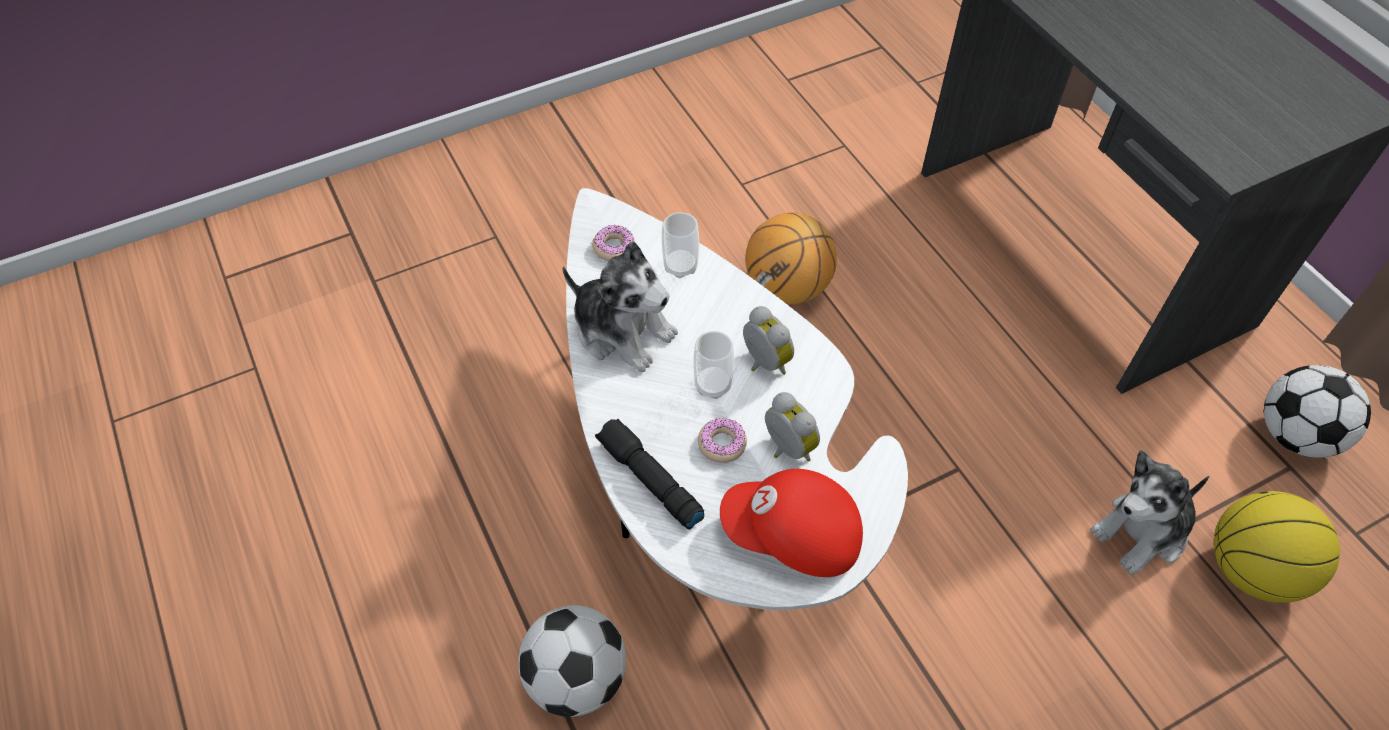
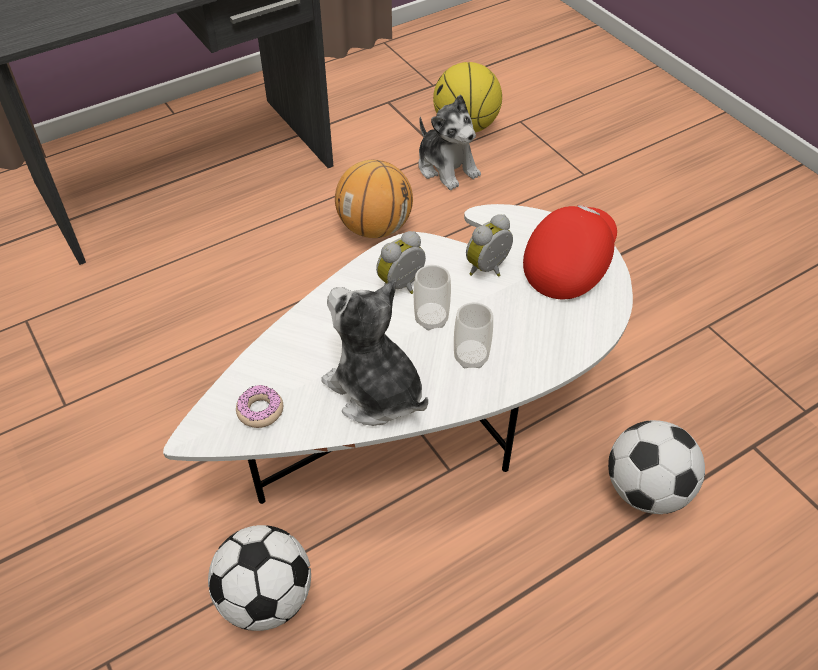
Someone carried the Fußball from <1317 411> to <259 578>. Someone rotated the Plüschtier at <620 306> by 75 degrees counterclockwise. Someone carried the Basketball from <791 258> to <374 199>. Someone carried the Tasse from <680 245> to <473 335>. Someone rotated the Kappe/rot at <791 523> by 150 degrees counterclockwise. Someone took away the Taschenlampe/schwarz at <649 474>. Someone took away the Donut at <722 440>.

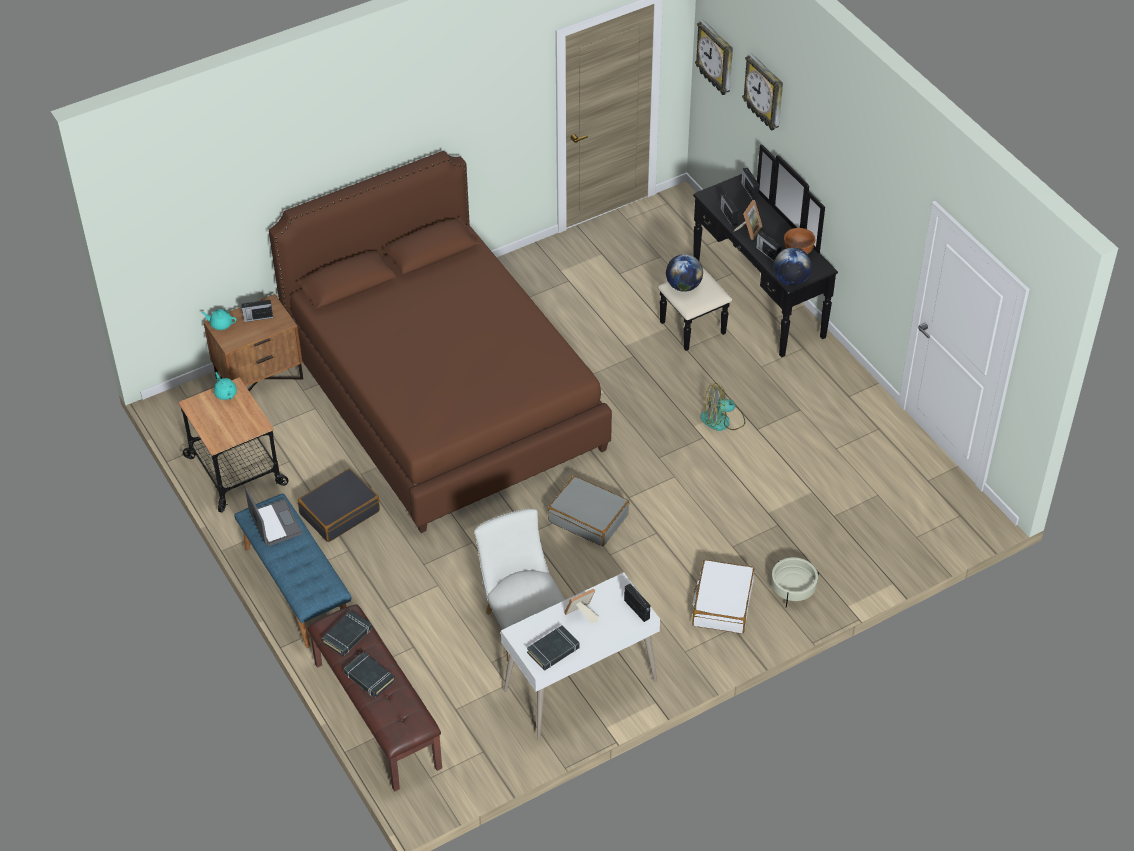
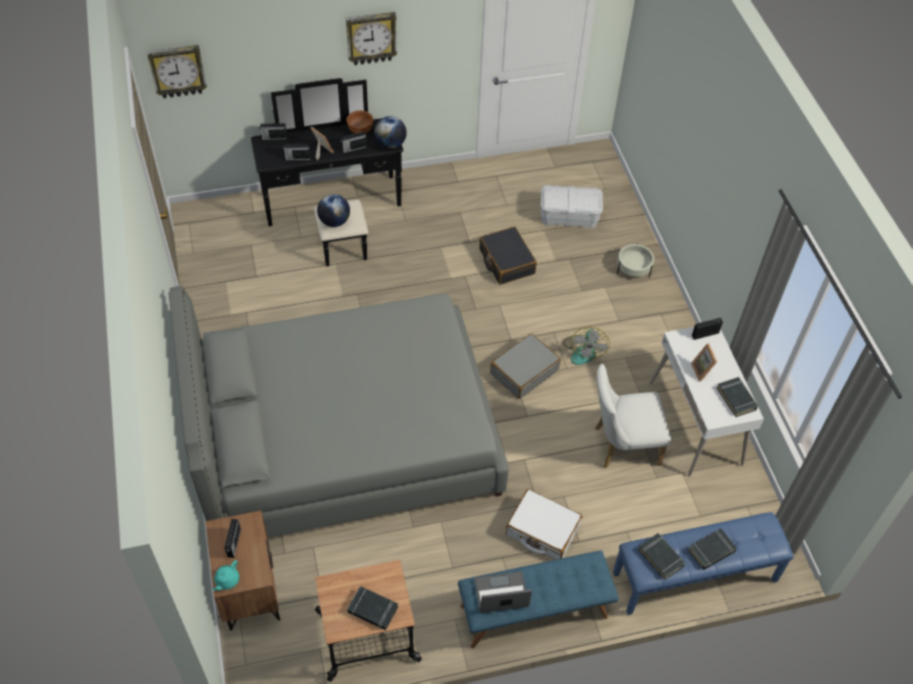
Someone repainted the Bett/braun at <440 342>, which became the Bett/grau at <339 411>. Someone carried the Wanduhr from <762 92> to <371 38>. Someone put down the Buch/schwarz at <372 608>. Someone carried the Koffer/schwarz from <339 505> to <508 256>. Someone carried the Koffer/weiß from <723 597> to <544 524>. Someone put down the Aufbewahrungsbox/weiß at <572 206>. Someone carried the Ventilator from <722 407> to <586 346>. Someone repainted the Bank/braun at <374 698>, which became the Bank/blau at <703 563>. Someone took away the Teekanne/türkis at <225 386>.

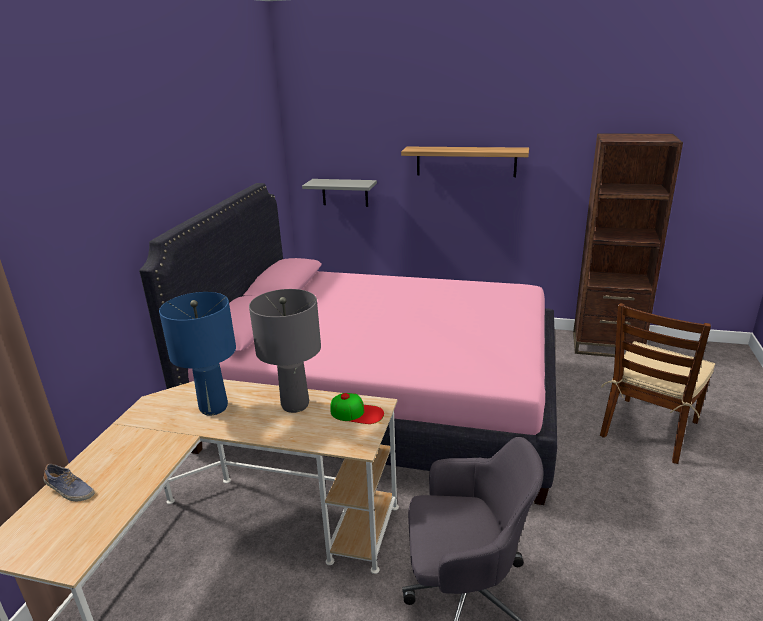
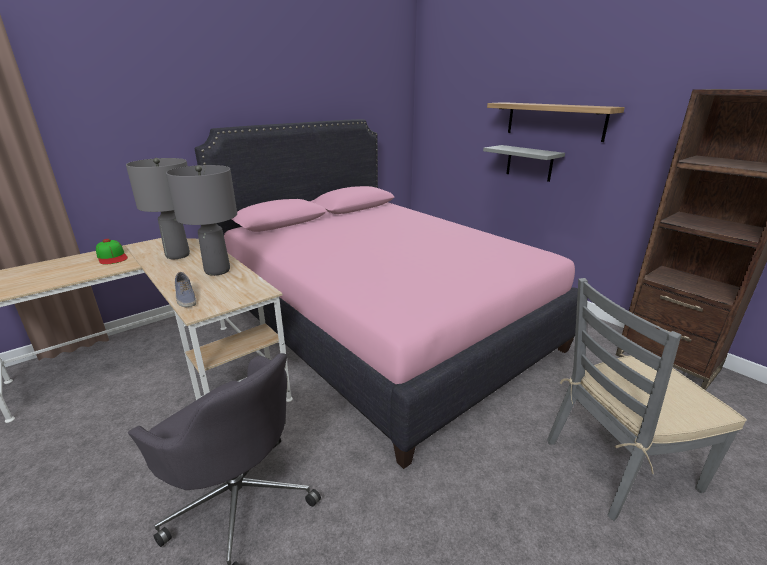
Someone carried the Kappe from <357 408> to <112 251>. Someone repainted the Tischlampe/blau at <197 354>, which became the Tischlampe/grau at <158 208>. Someone carried the Schuh from <69 482> to <185 289>. Someone carried the Wandregal/grau from <339 193> to <524 163>. Someone repainted the Stuhl/braun at <657 383>, which became the Stuhl/grau at <647 399>.

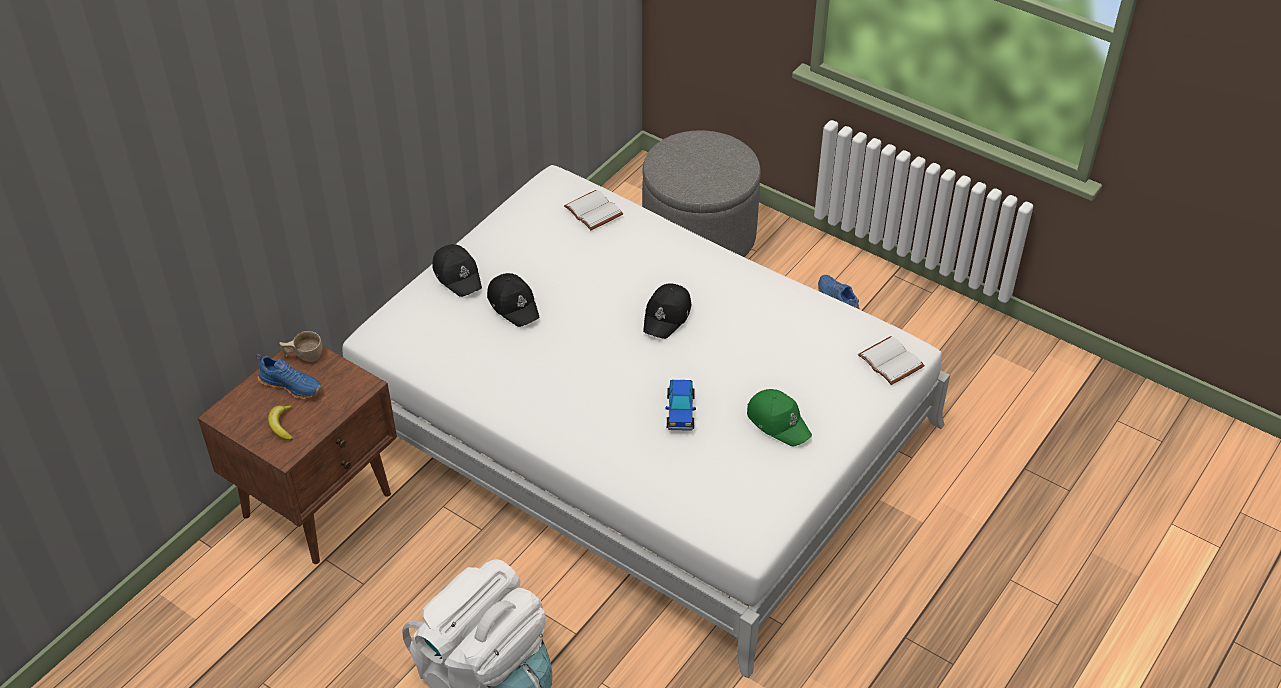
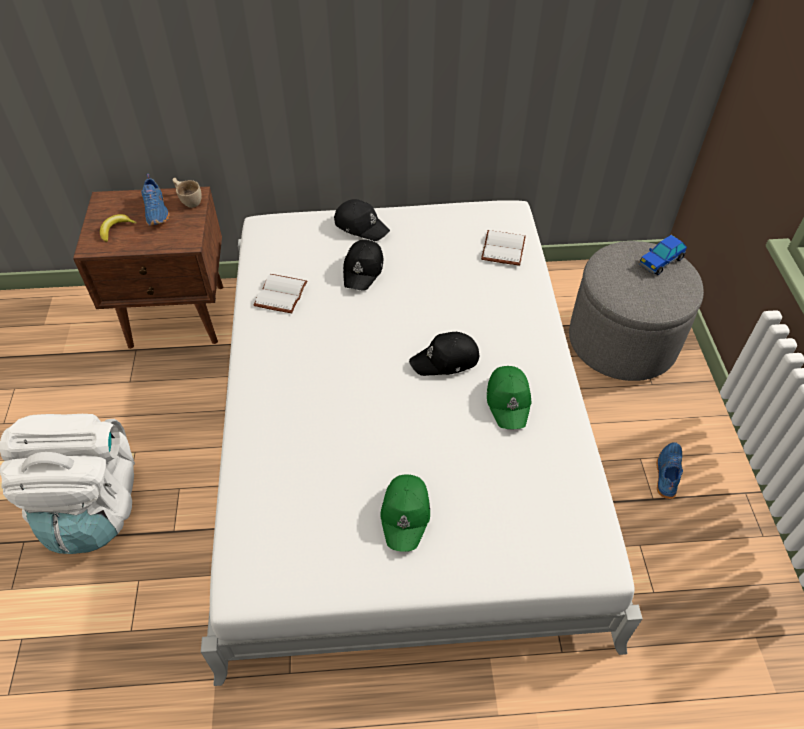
Someone carried the Buch/weiß from <891 360> to <281 293>. Someone rotated the Kappe/schwarz at <457 270> by 75 degrees counterclockwise. Someone put down the Kappe/grün at <509 397>. Someone carried the Spielzeugauto from <680 405> to <662 255>.

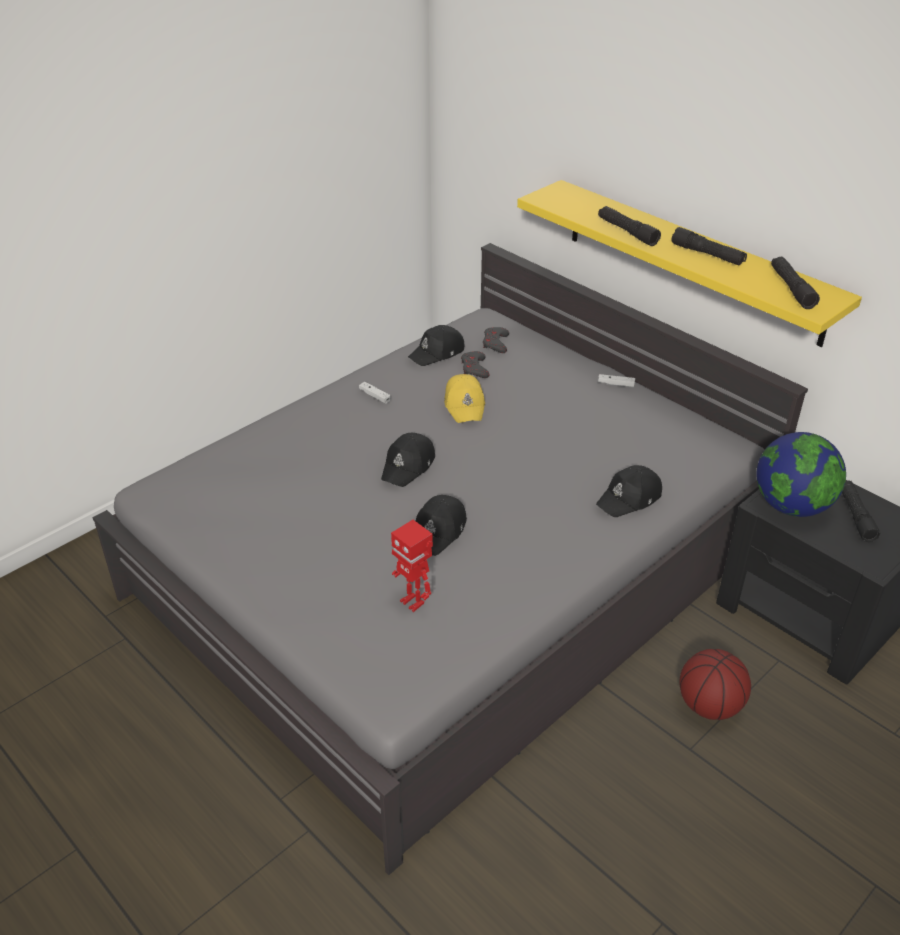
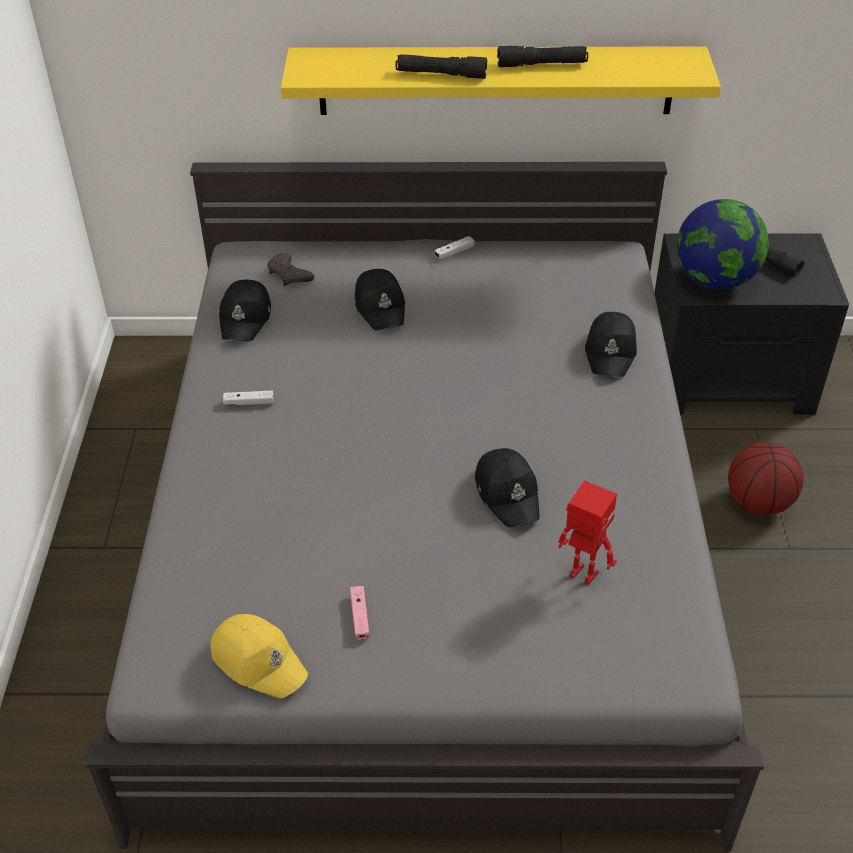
Someone carried the Kappe/gelb from <464 398> to <259 656>. Someone put down the Gamepad/rosa at <359 613>. Someone carried the Kappe/schwarz from <408 460> to <380 299>. Someone rotated the Spielzeugroboter at <412 566> by 150 degrees counterclockwise. Someone took away the Gamepad/grau at <475 364>. Someone took away the Taschenlampe/schwarz at <795 283>.

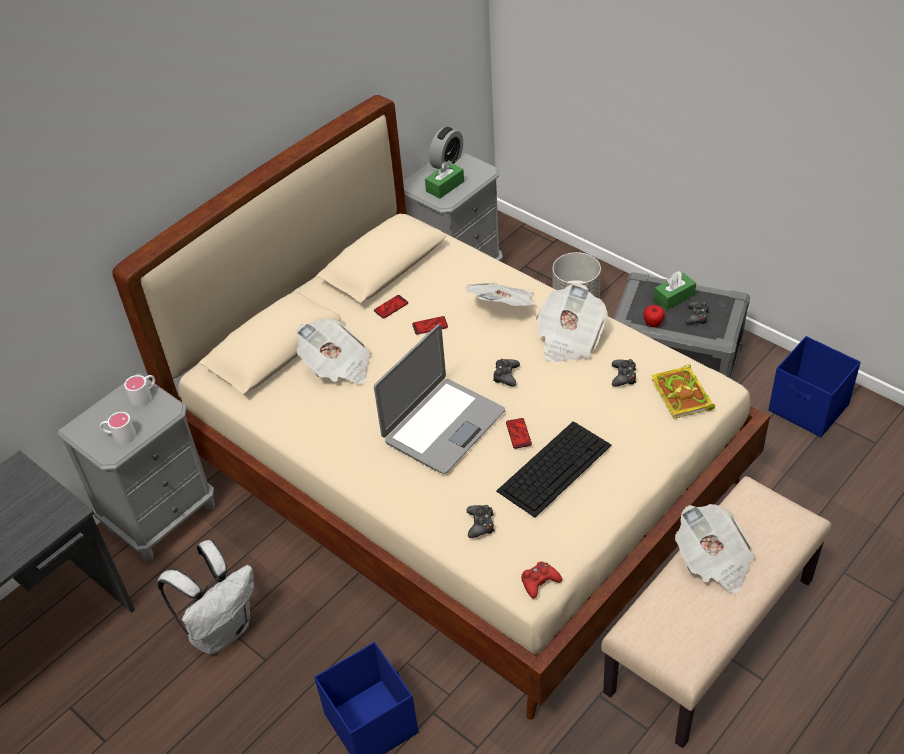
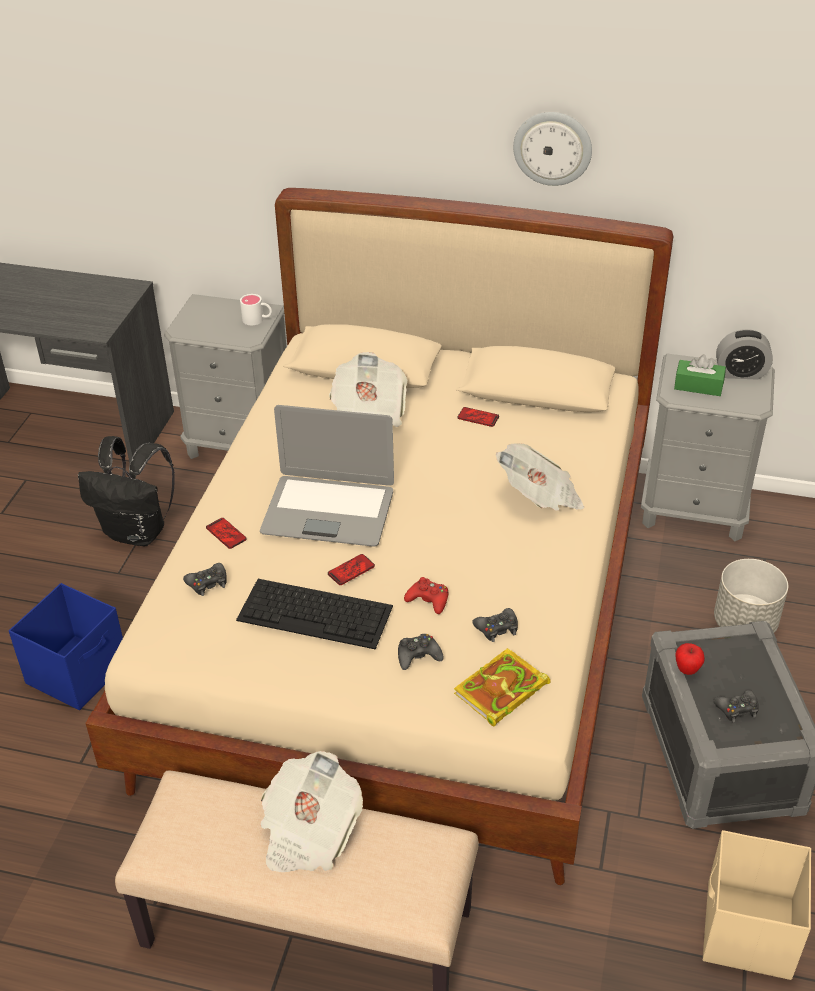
Someone repainted the Rucksack/weiß at <205 597>, which became the Rucksack/schwarz at <126 491>. Someone carried the Handy from <430 325> to <226 533>. Someone carried the Gamepad/schwarz from <506 373> to <421 652>. Someone carried the Gamepad/rot from <541 580> to <426 595>. Someone put up the Wanduhr at <552 149>. Someone repainted the Aufbewahrungsbox/blau at <815 386>, which became the Aufbewahrungsbox/beige at <757 905>. Someone took away the Henkelbecher/weiß at <118 428>. Someone took away the Zeitung at <572 323>. Someone took away the Taschentuchbox/grün at <675 290>.

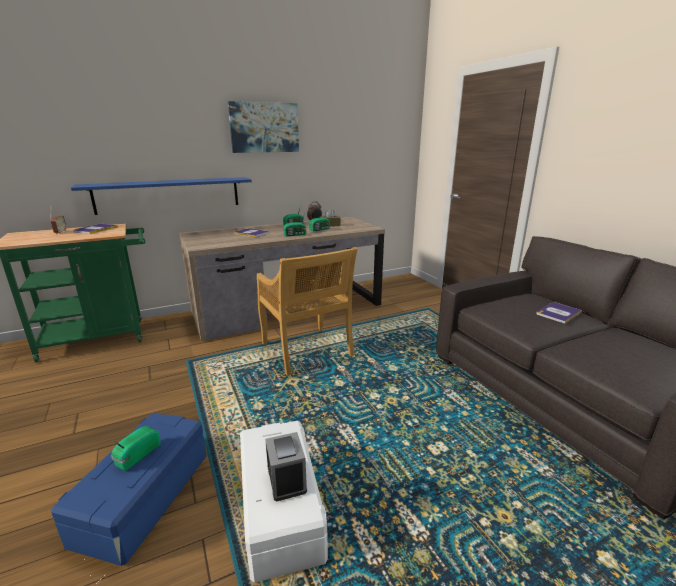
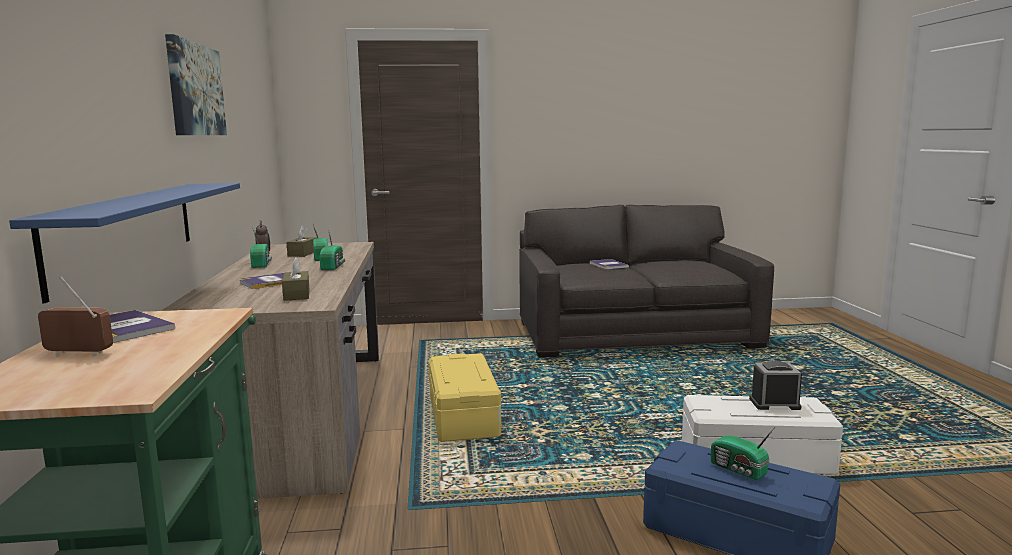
Someone put down the Taschentuchbox/braun at <295 279>. Someone swapped the Stuhl/beige at <307 311> for the Aufbewahrungsbox/gelb at <465 397>.

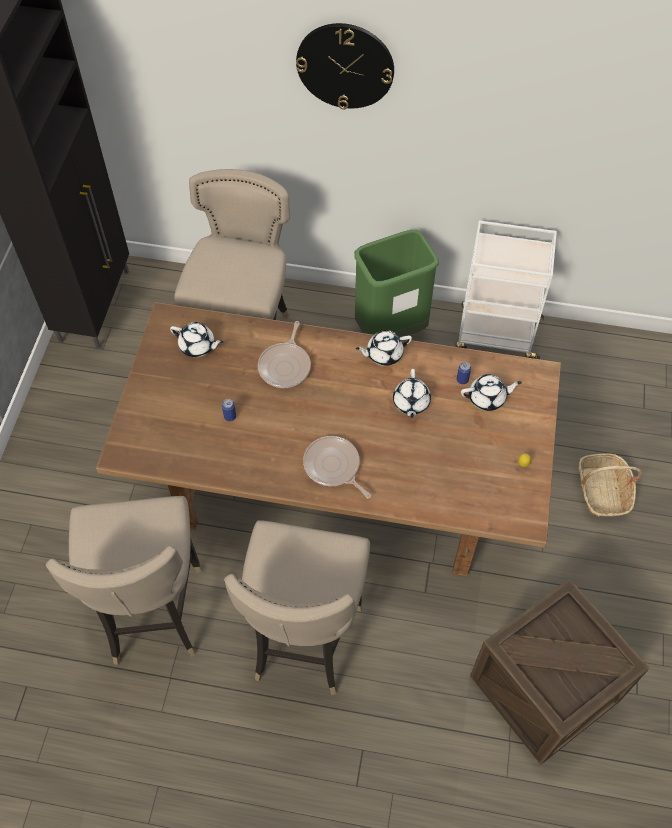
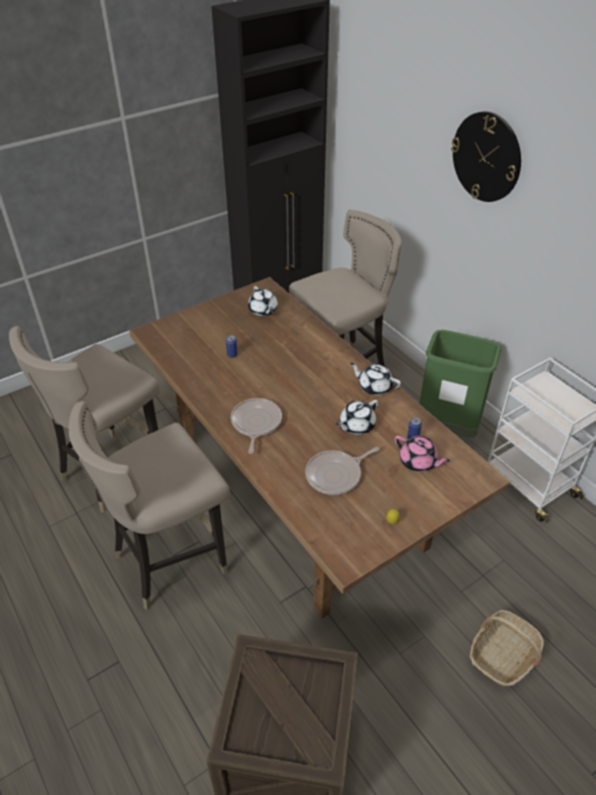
Someone carried the Pfanne from <284 354> to <342 471>. Someone repainted the Teekanne/weiß at <491 392>, which became the Teekanne/rosa at <422 454>.

